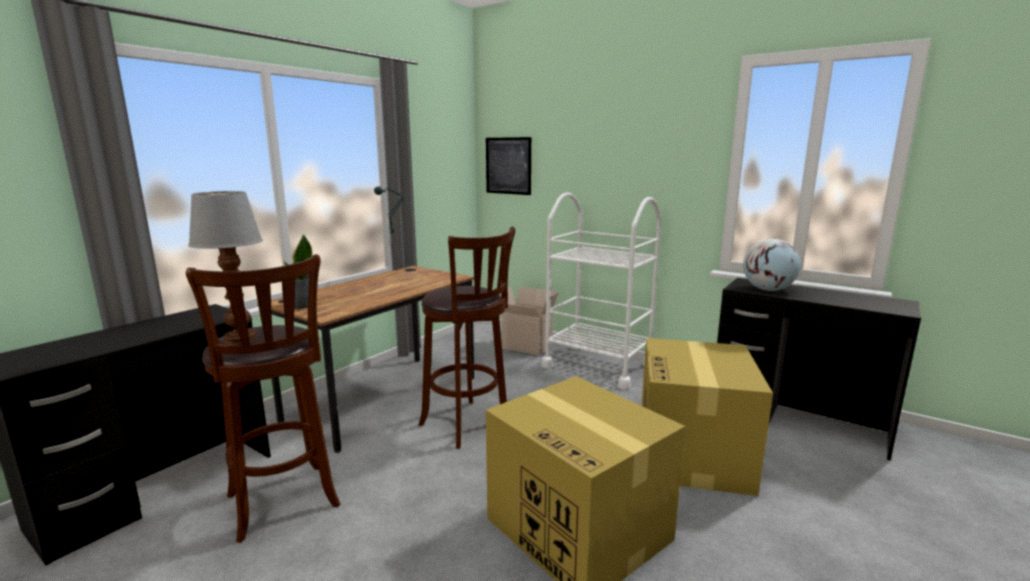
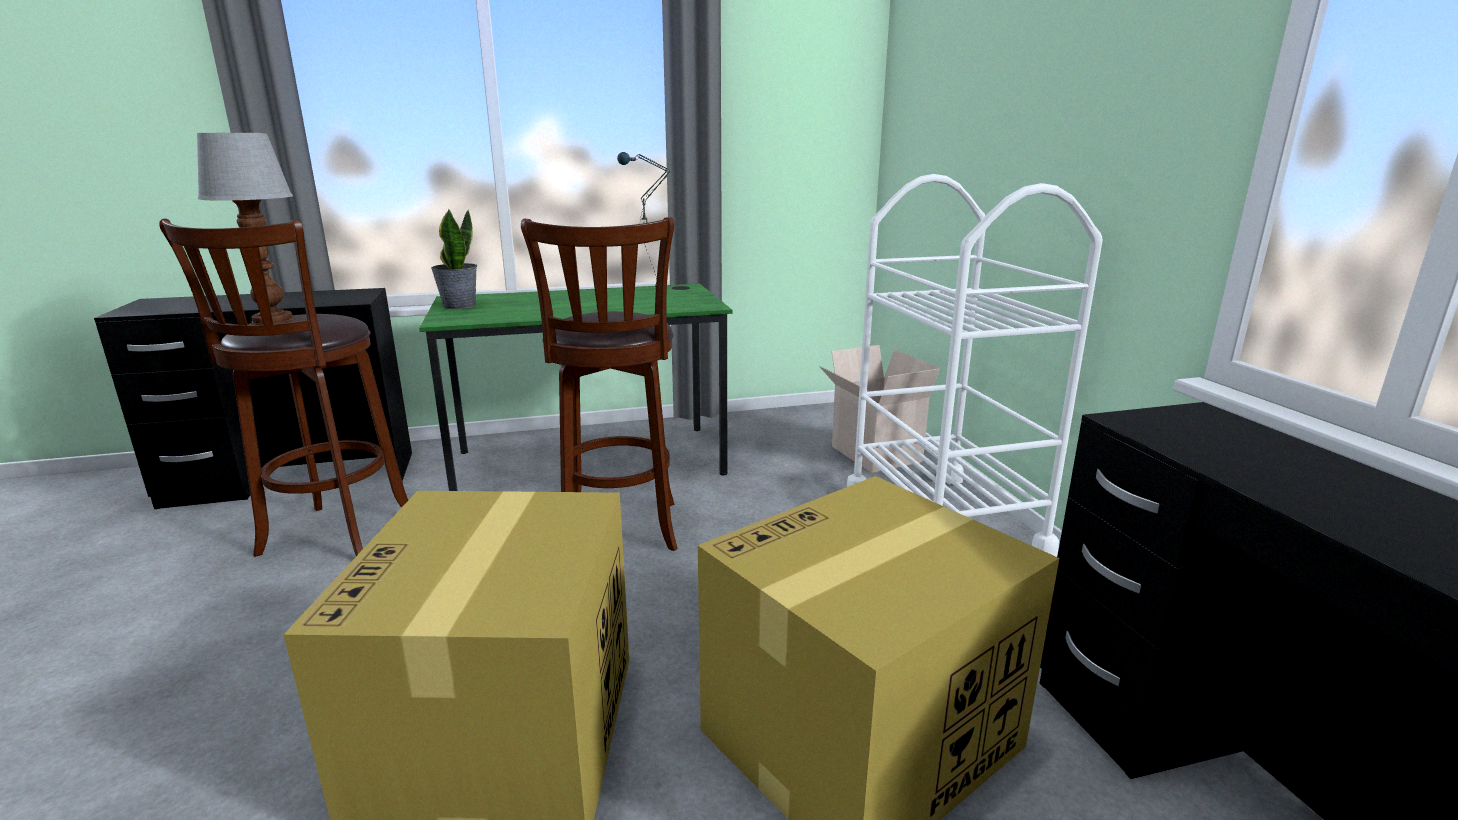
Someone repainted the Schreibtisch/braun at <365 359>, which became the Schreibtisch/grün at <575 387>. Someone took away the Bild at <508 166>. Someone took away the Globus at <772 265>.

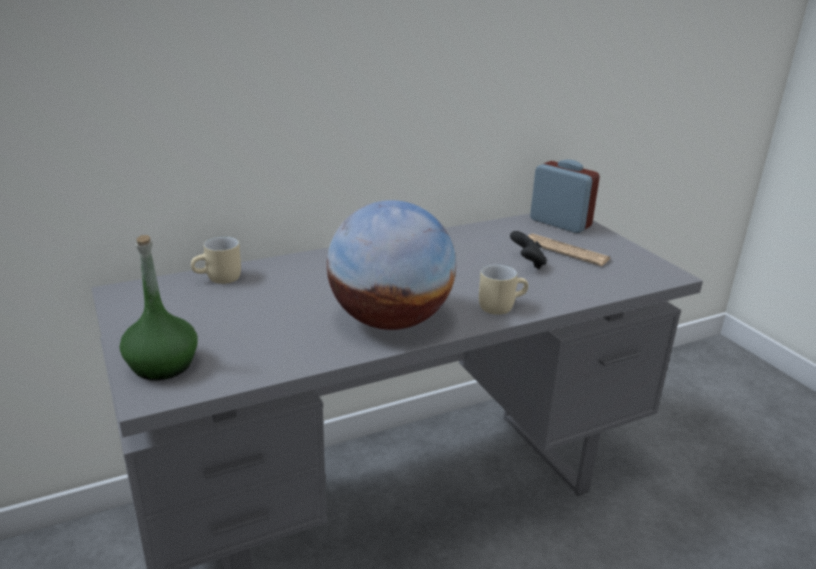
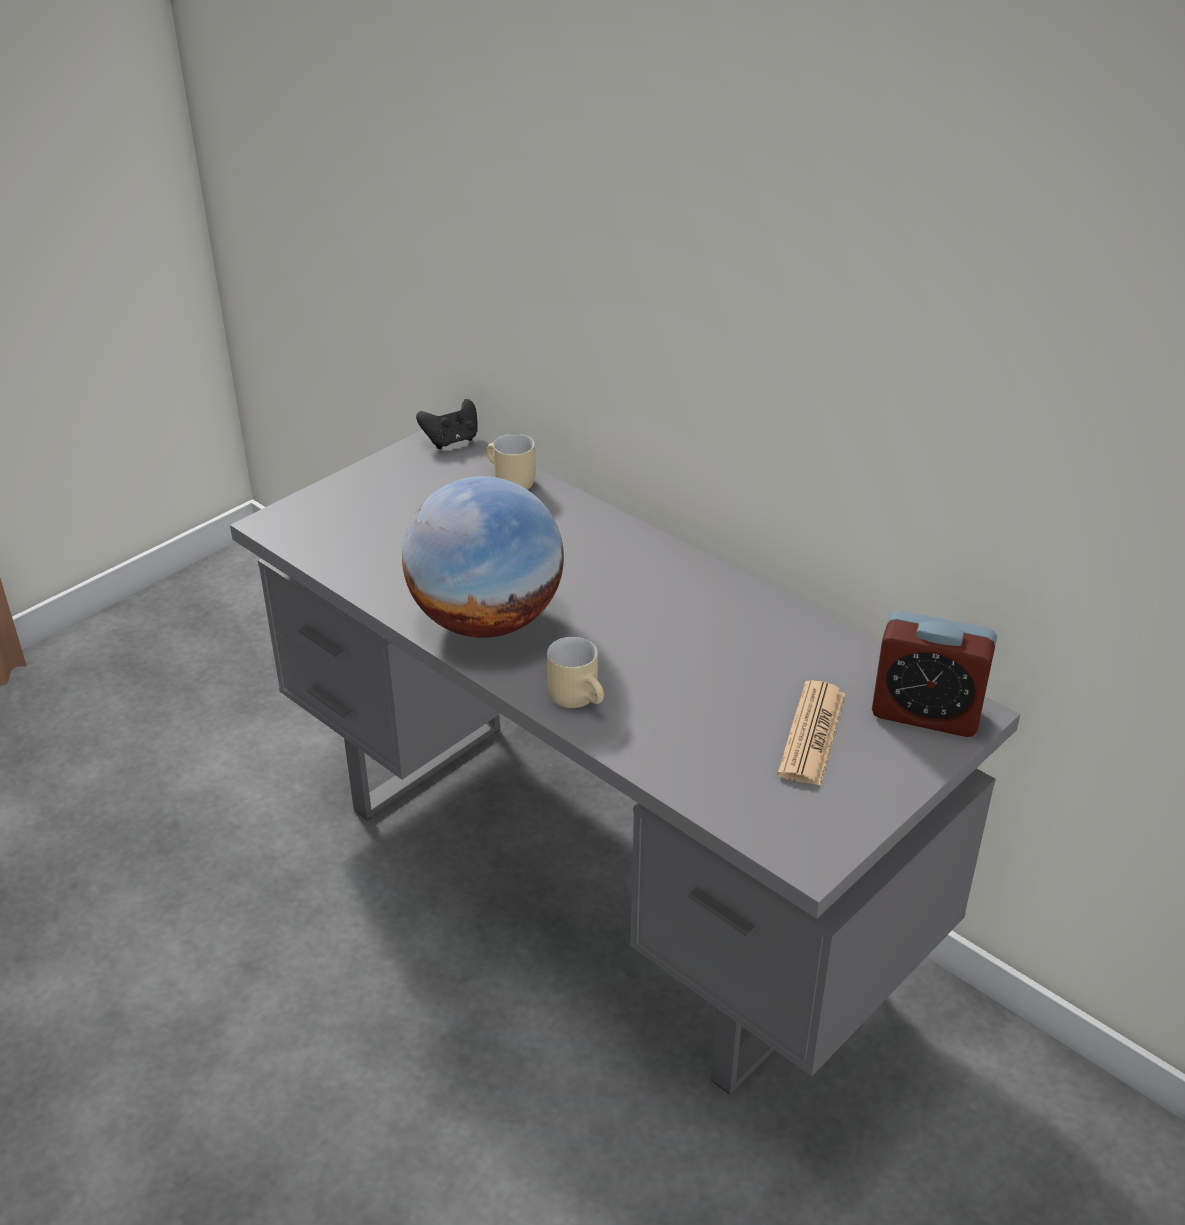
Someone carried the Gamepad/schwarz from <528 250> to <446 424>. Someone rotated the Wecker at <565 196> by 90 degrees clockwise. Someone took away the Flasche/grün at <159 307>.

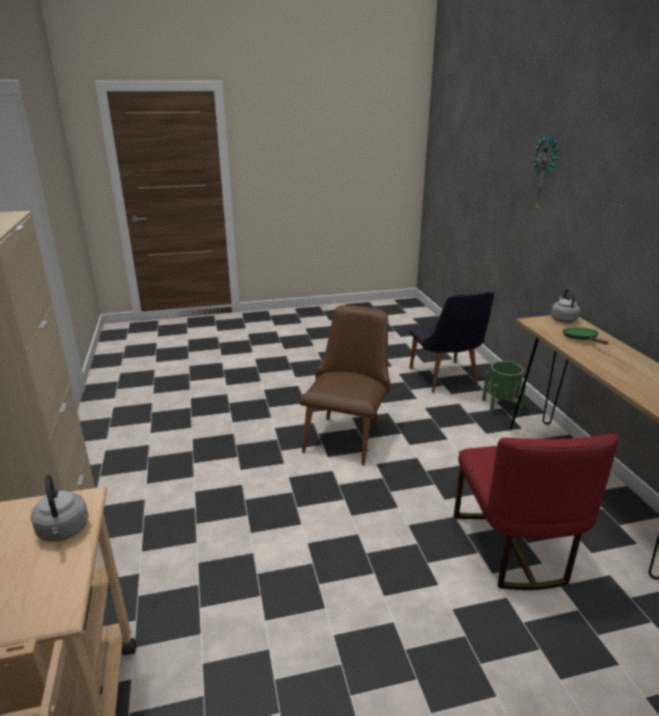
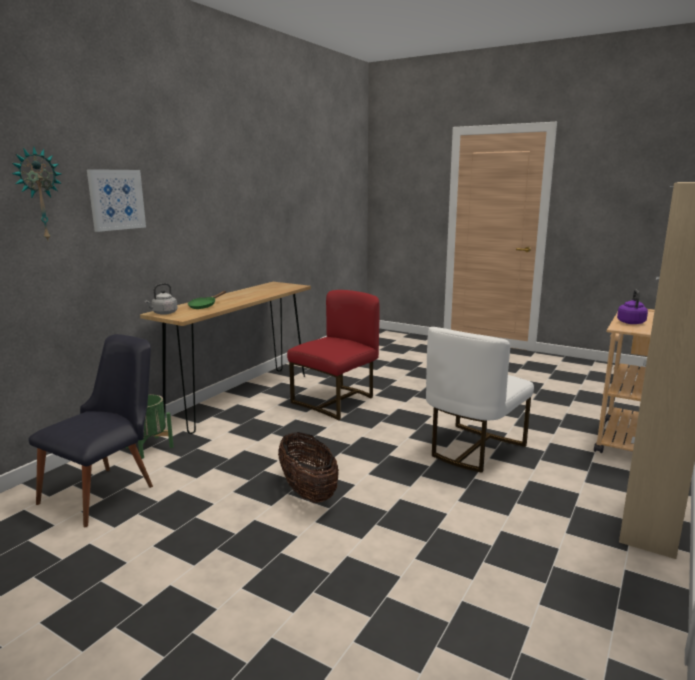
Someone put up the Bild at <116 200>. Someone swapped the Stuhl/braun at <345 385> for the Korb at <308 467>. Someone put down the Stuhl/weiß at <480 400>. Someone repainted the Wasserkessel/grau at <59 508>, which became the Wasserkessel/lila at <632 307>.

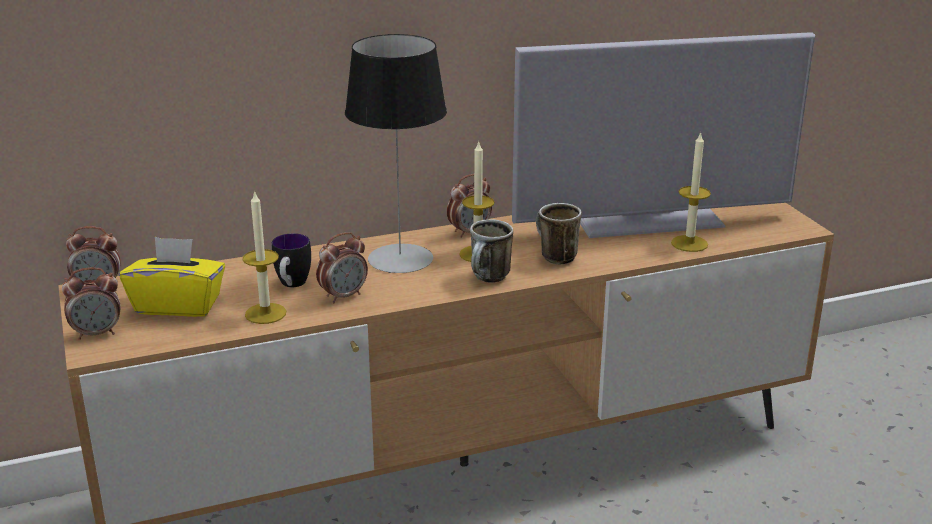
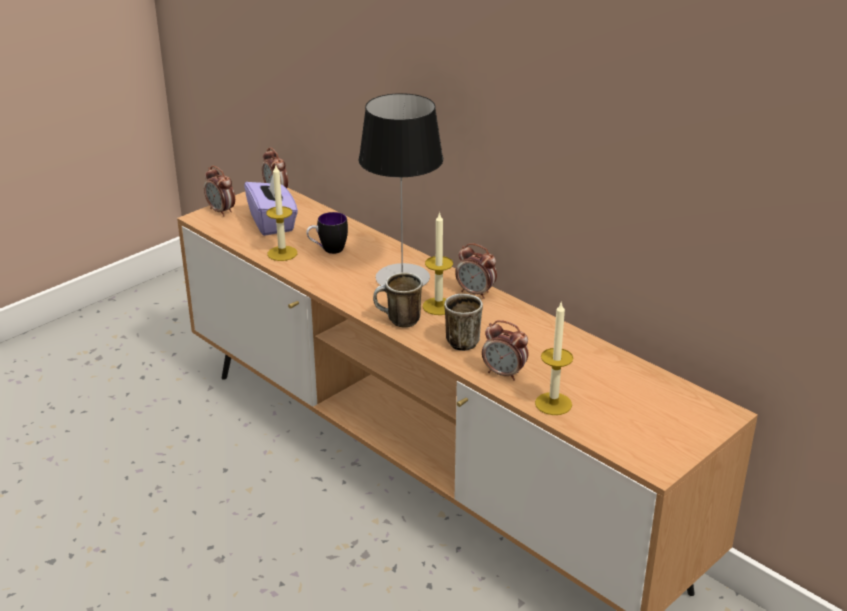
Someone repainted the Taschentuchbox/gelb at <172 277>, which became the Taschentuchbox/lila at <271 205>. Someone carried the Wecker from <342 267> to <505 350>. Someone took away the Fernseher at <663 135>.

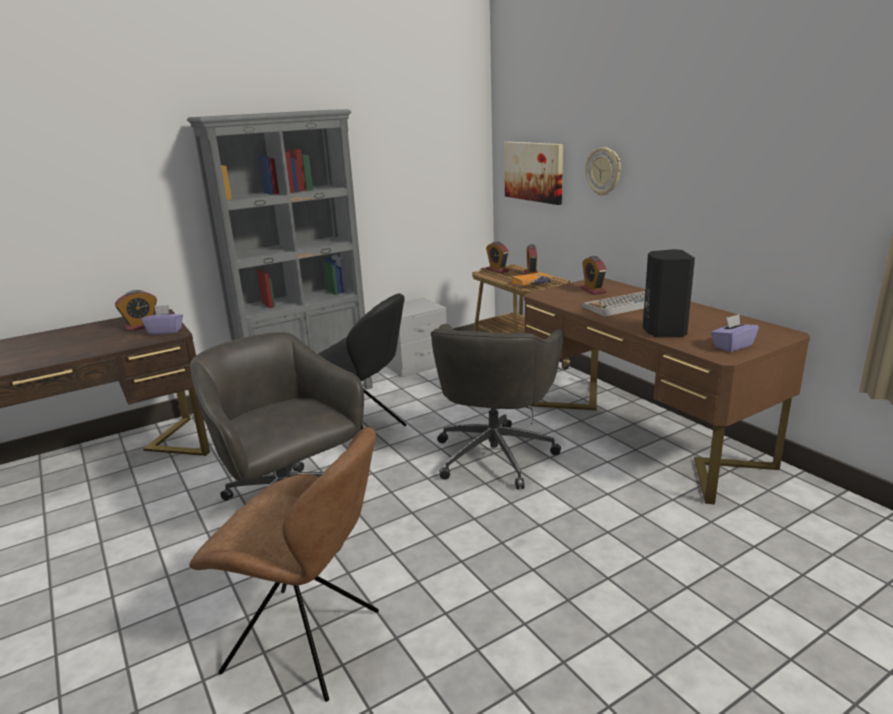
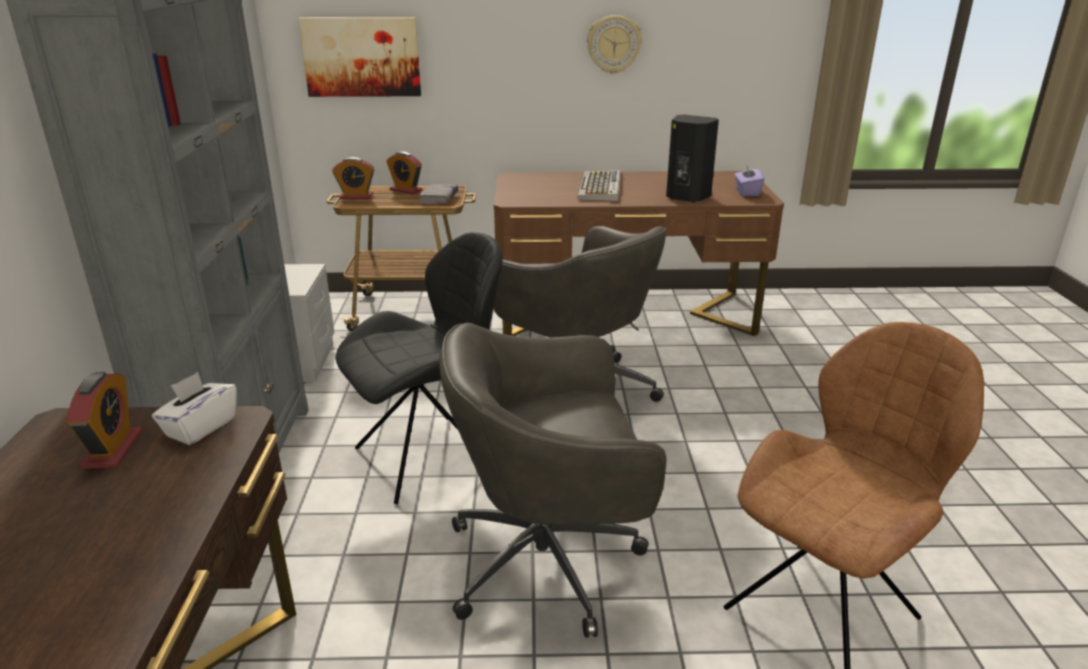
Someone repainted the Taschentuchbox/lila at <162 320>, which became the Taschentuchbox/weiß at <194 408>. Someone repainted the Buch/orange at <531 279>, which became the Buch/grau at <439 194>. Someone carried the Wanduhr from <603 171> to <614 44>. Someone took away the Wecker at <594 275>.

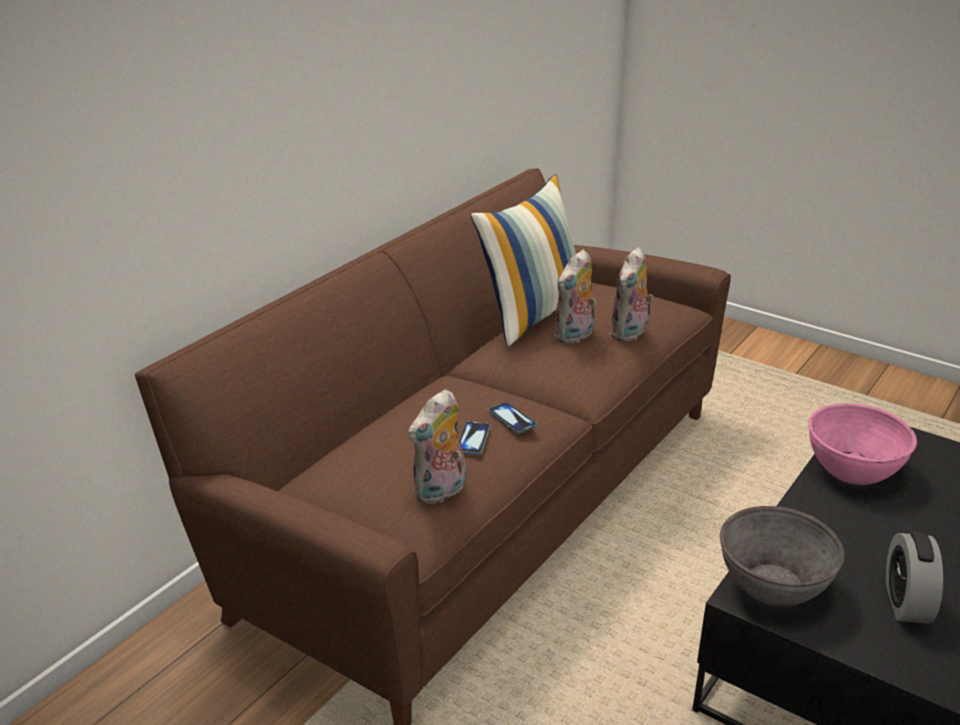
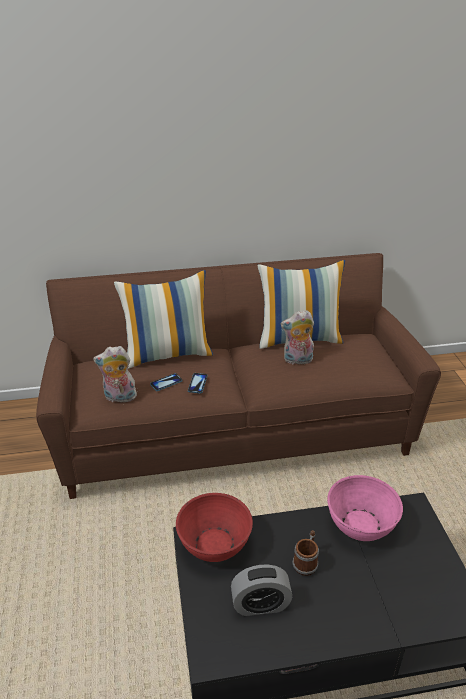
Someone put down the Kissen at <163 319>. Someone repainted the Schüssel/grau at <782 556>, which became the Schüssel/rot at <214 527>. Someone rotated the Wecker at <914 578> by 150 degrees counterclockwise. Someone put down the Henkelbecher at <305 553>. Someone took away the Plüschtier at <631 294>.

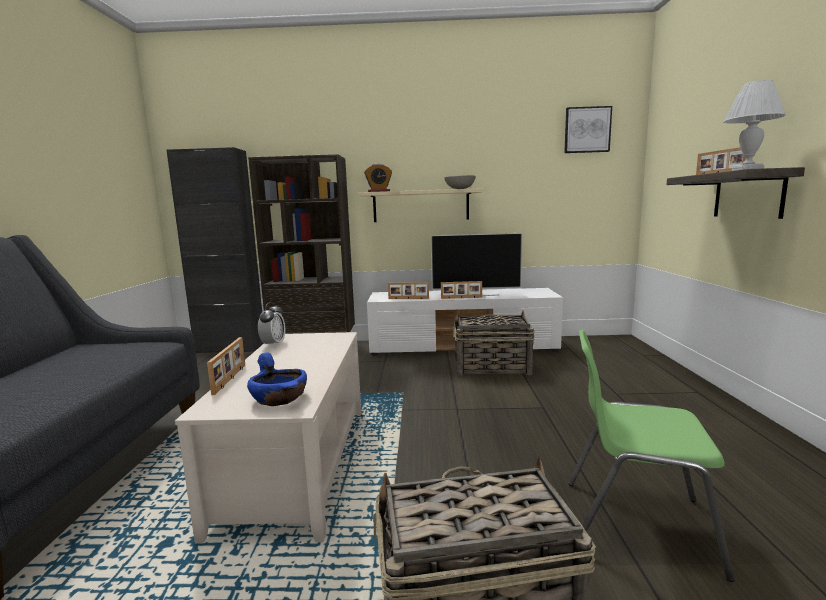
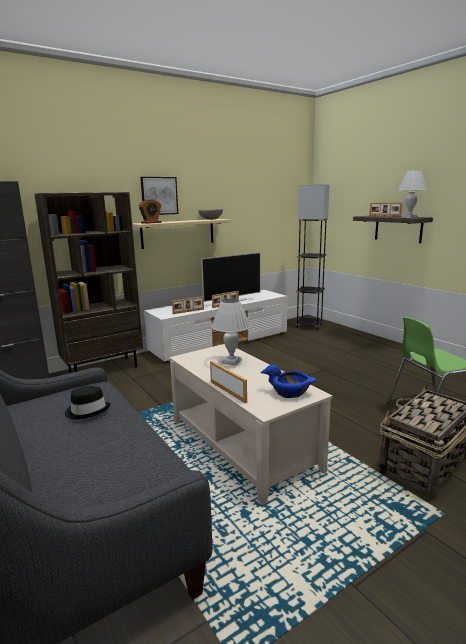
Someone put down the Hut/schwarz at <88 402>. Someone carried the Bild from <588 129> to <159 196>. Someone put down the Tischlampe/weiß at <230 332>. Someone put down the Stehlampe/grau at <312 257>. Someone took away the Wecker at <271 324>. Someone took away the Korb at <494 343>.

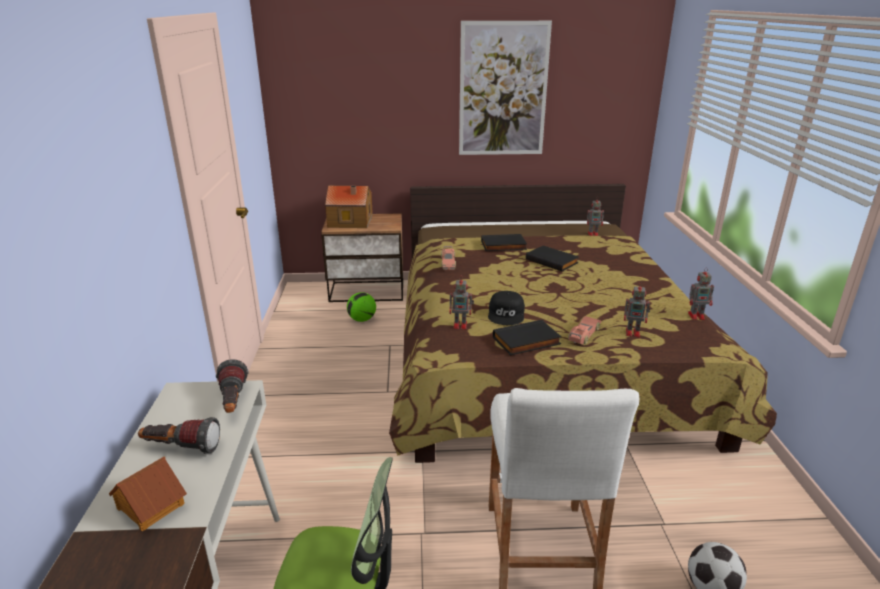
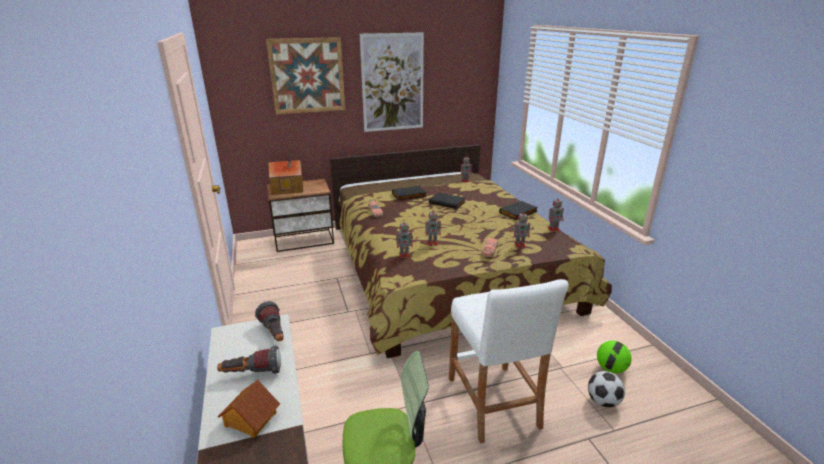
Someone put up the Bild at <305 75>. Someone swapped the Kappe/schwarz at <506 308> for the Spielzeugroboter at <433 227>. Someone carried the Buch/schwarz from <527 338> to <518 210>. Someone carried the Fußball from <361 307> to <614 357>.

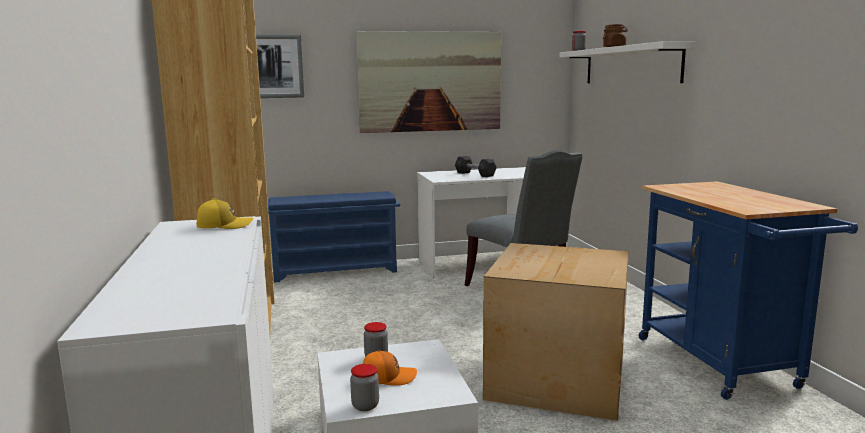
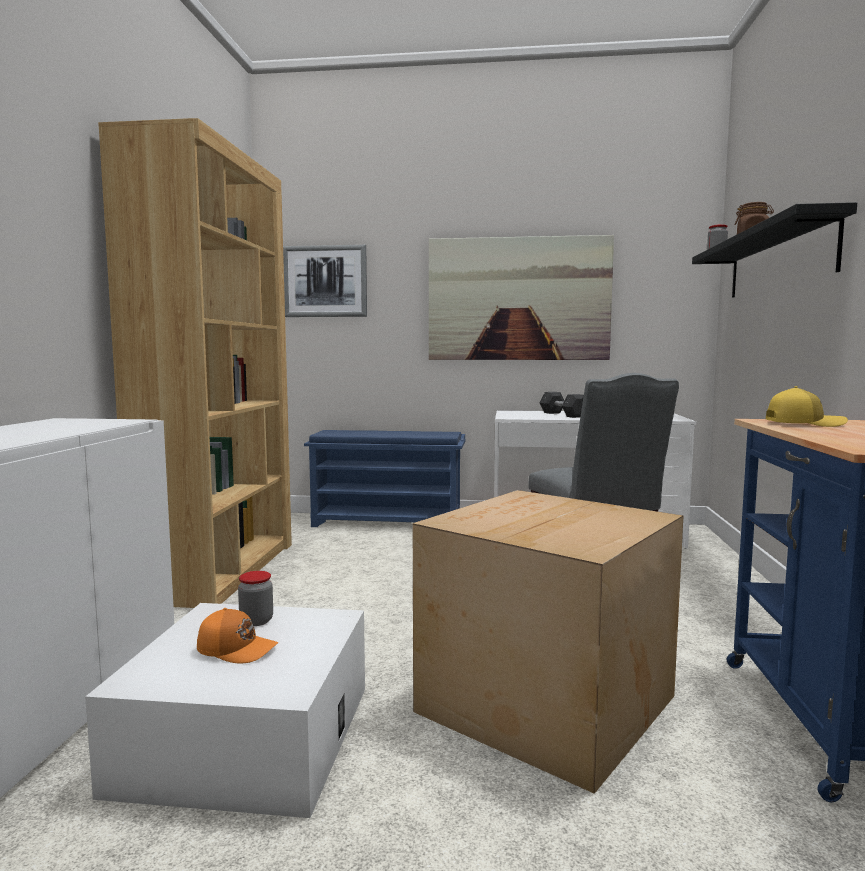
Someone repainted the Wandregal/weiß at <627 62>, which became the Wandregal/schwarz at <774 250>. Someone carried the Kappe/gelb from <224 213> to <807 406>. Someone took away the Vorratsglas at <364 387>.

